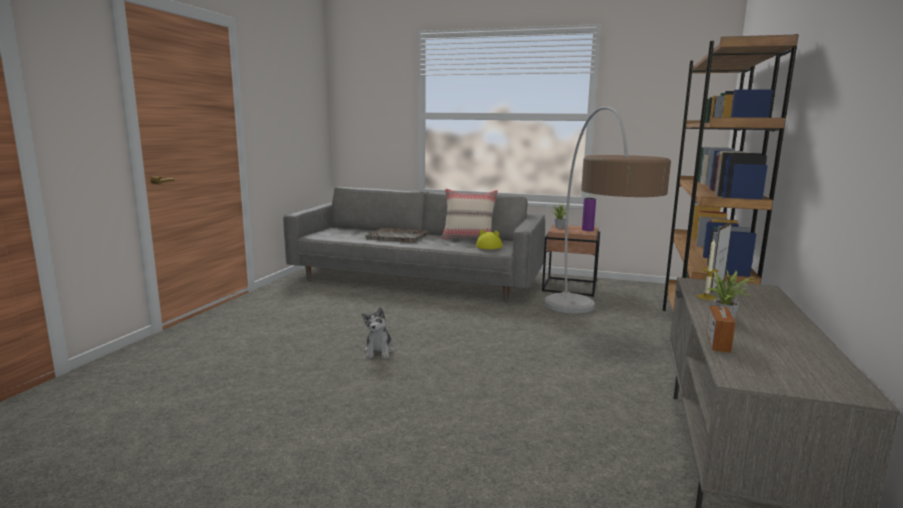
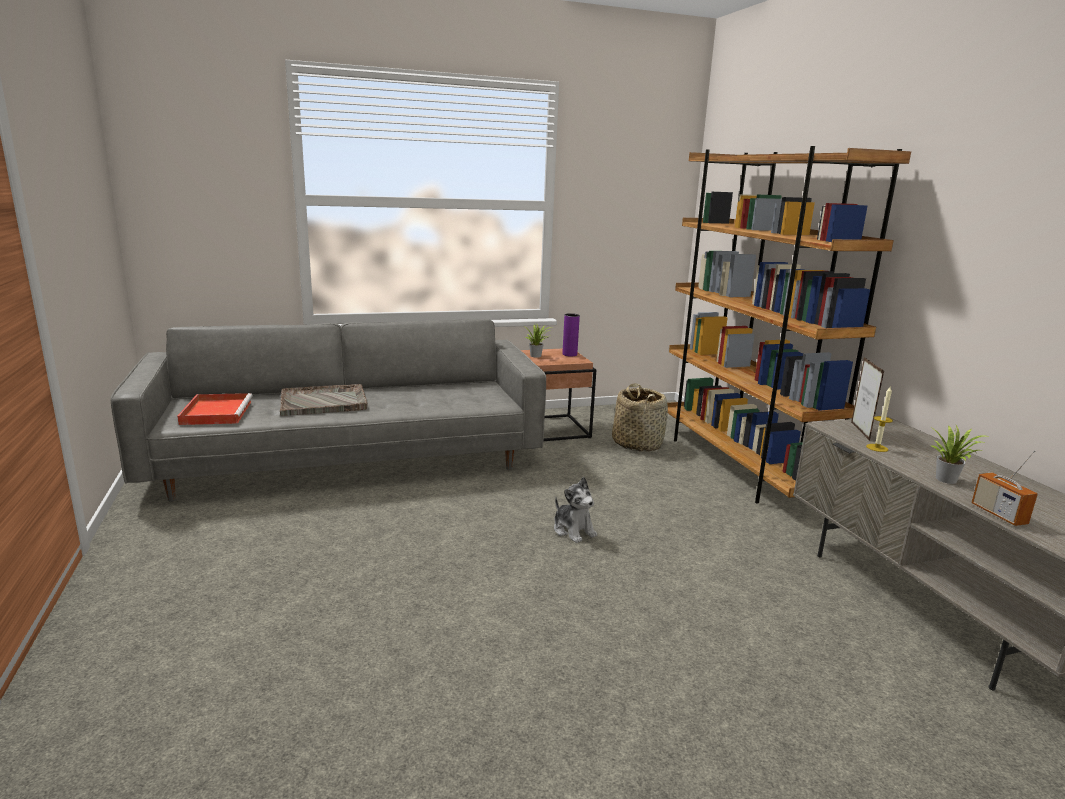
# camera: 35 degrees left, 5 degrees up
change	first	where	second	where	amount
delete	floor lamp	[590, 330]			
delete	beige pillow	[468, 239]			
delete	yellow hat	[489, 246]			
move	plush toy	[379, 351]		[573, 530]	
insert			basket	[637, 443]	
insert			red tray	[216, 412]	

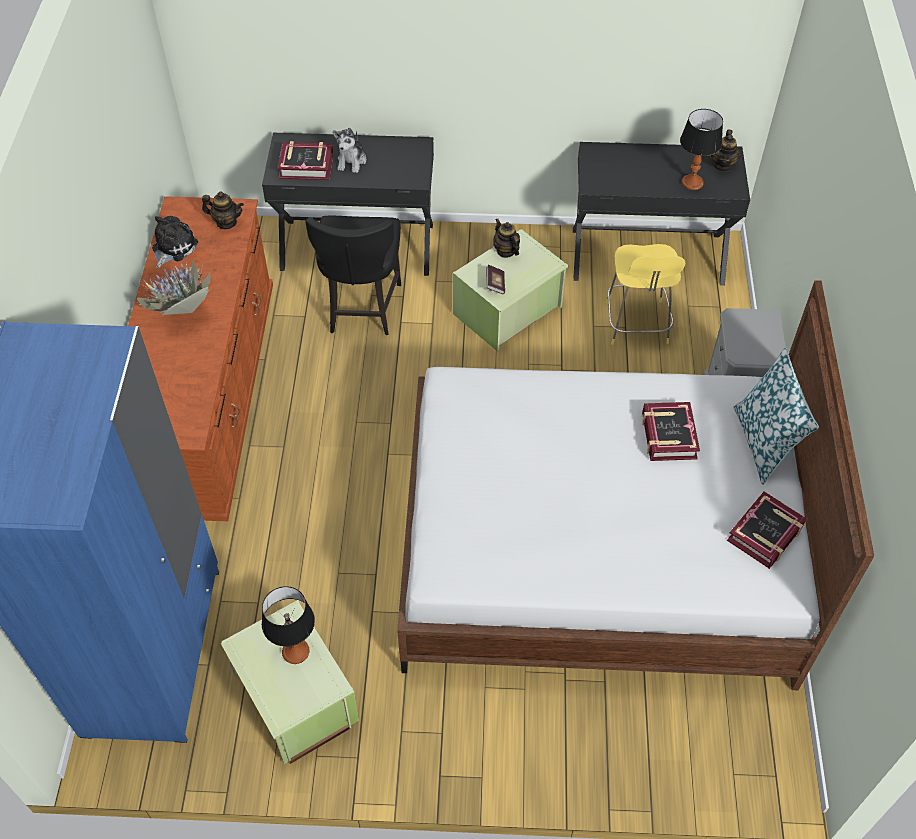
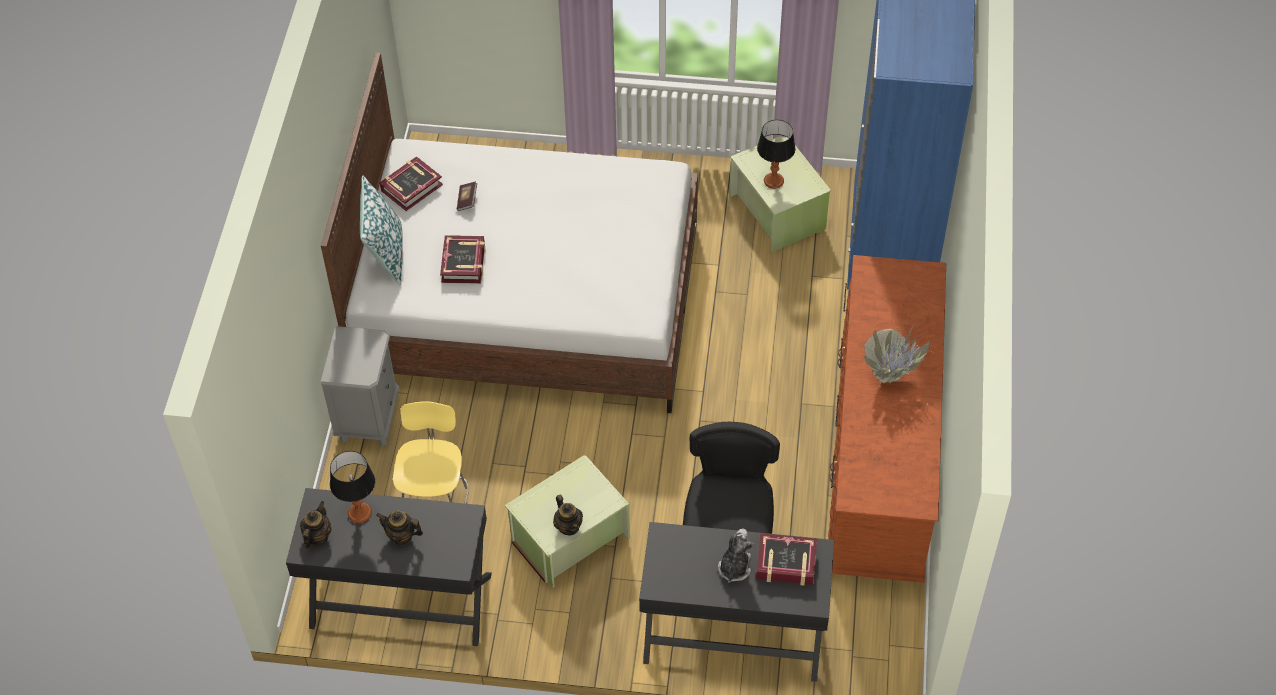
# camera: 175 degrees left, 0 degrees up
change	first	where	second	where	amount
move	teapot	[226, 222]		[401, 536]	
delete	plush toy	[172, 247]			
move	book	[495, 284]		[467, 200]	

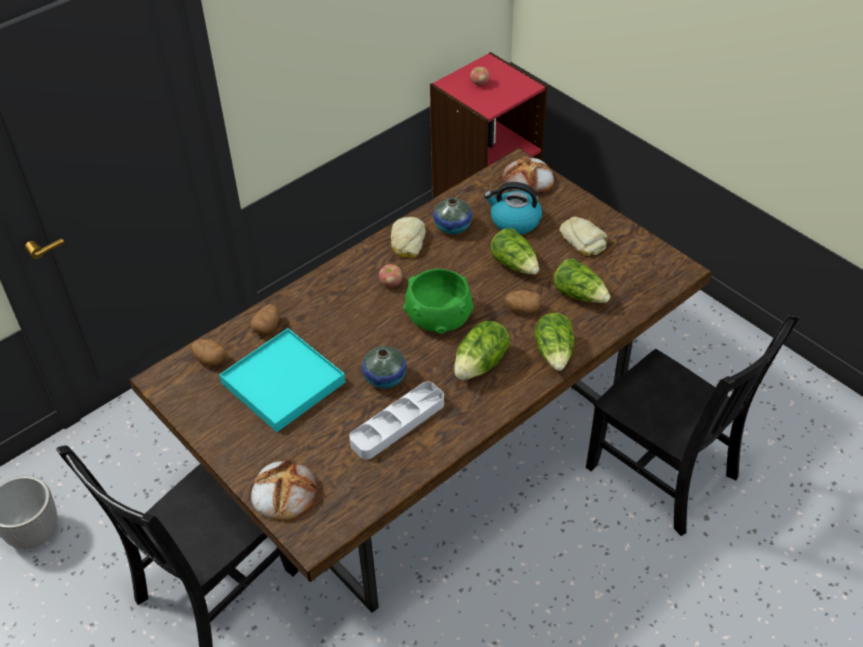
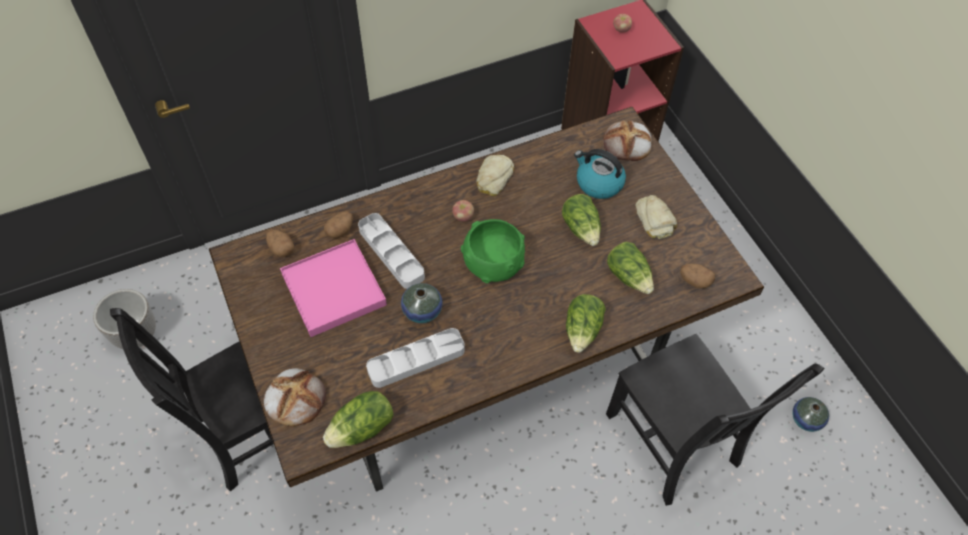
# camera: 15 degrees right, 10 degrees up
change	first	where	second	where	amount
move	vase	[452, 227]		[806, 419]	
move	potato	[522, 309]		[694, 281]	
move	lettuce	[481, 364]		[362, 429]	
recolor	turquoise tray	[282, 383]	pink tray	[333, 290]	
insert			grey tray	[391, 253]	

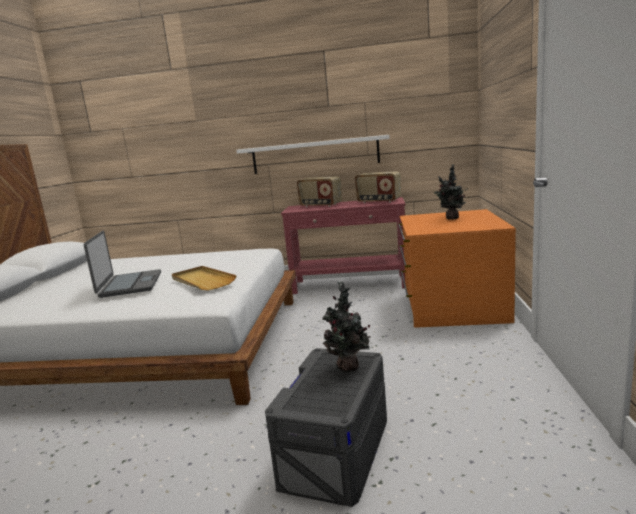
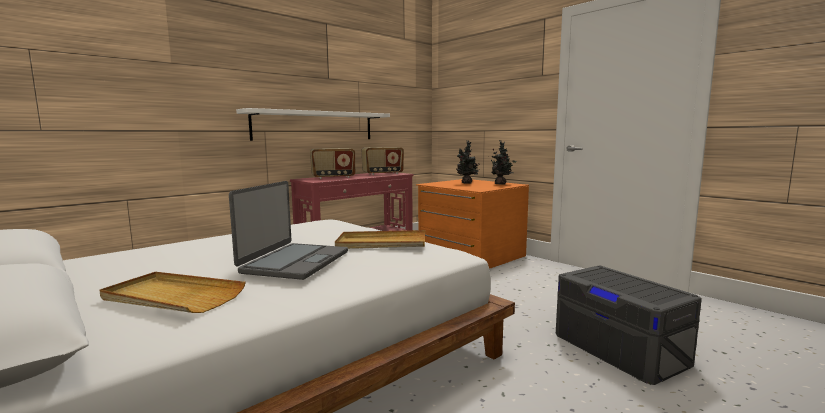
# camera: 50 degrees left, 5 degrees down
change	first	where	second	where	amount
rotate	laptop	[130, 285]		[294, 262]	75 degrees clockwise
move	potted plant	[349, 368]		[501, 184]	
insert			beige tray	[172, 297]	

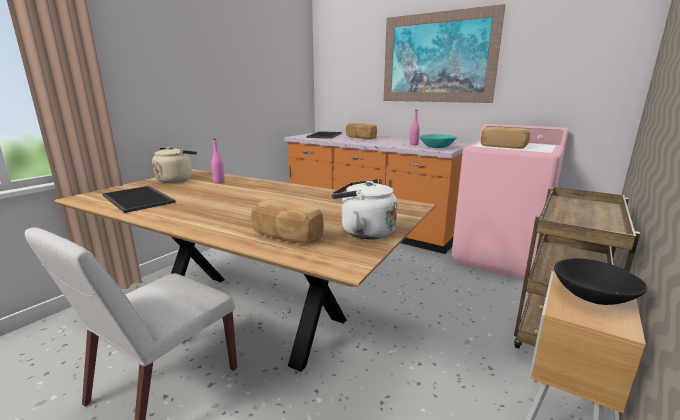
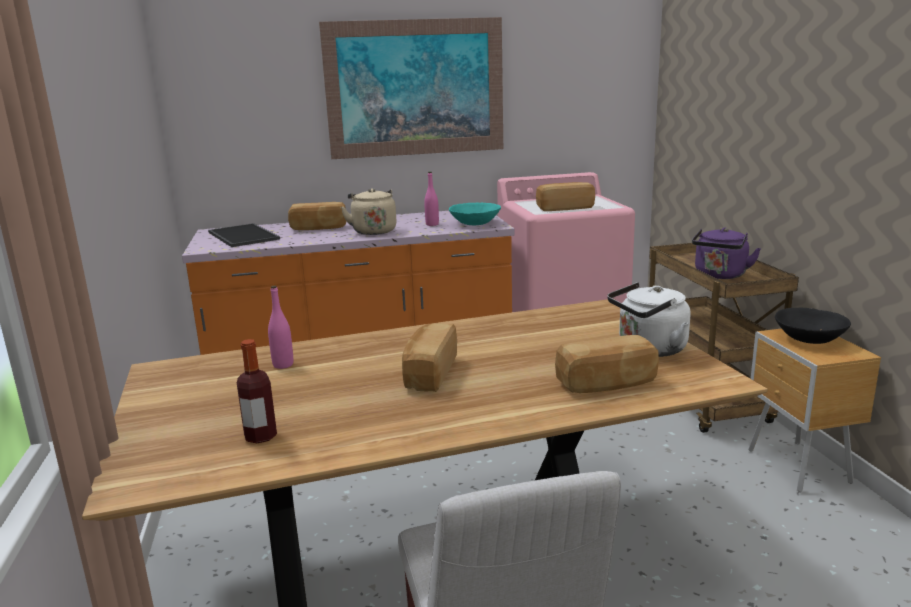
# camera: 45 degrees left, 0 degrees up
change	first	where	second	where	amount
move	beige kettle	[176, 179]		[373, 231]	
replace	tray	[139, 199]	bottle	[260, 436]	
insert			purple kettle	[719, 276]	
insert			bread	[429, 374]	

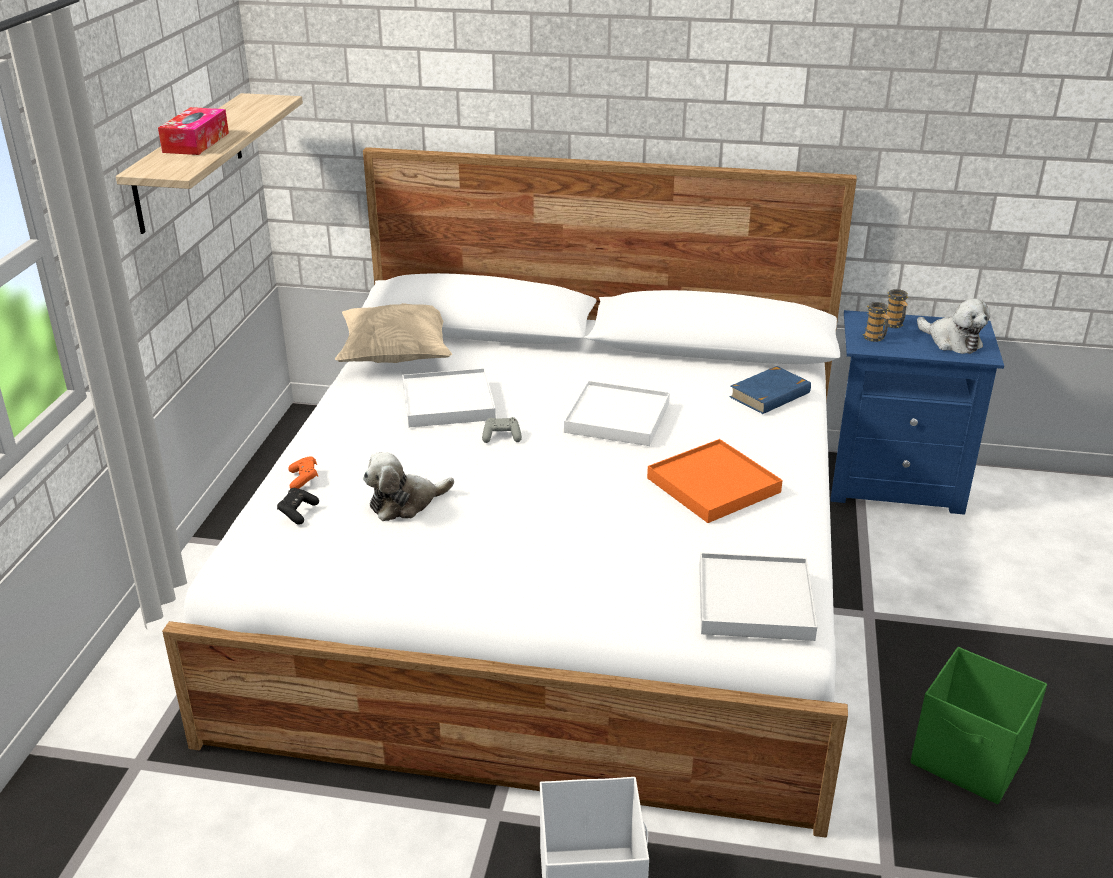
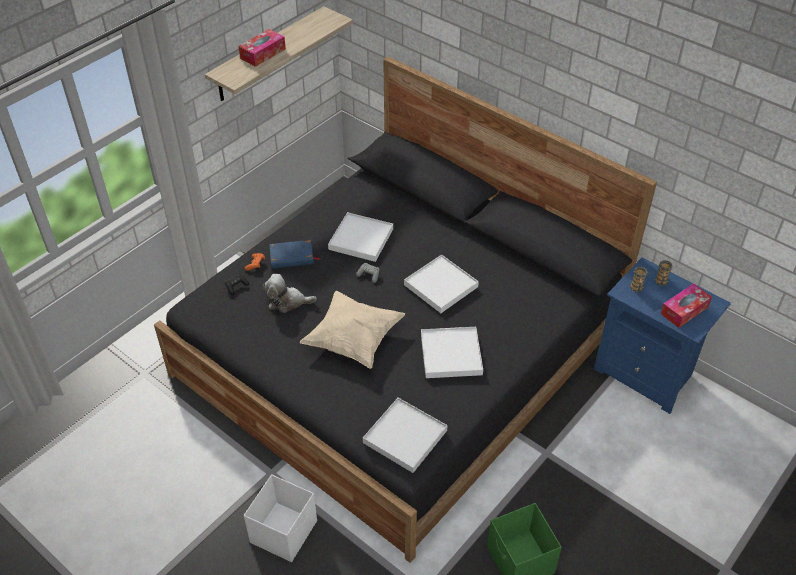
# camera: 30 degrees right, 15 degrees up
change	first	where	second	where	amount
recolor	white bed	[557, 575]	black bed	[399, 352]	
replace	plush toy	[952, 341]	tissue box	[684, 310]	
move	beige pillow	[397, 356]		[353, 340]	
move	blue book	[770, 395]		[292, 257]	
recolor	orange tray	[713, 485]	white tray	[451, 354]	

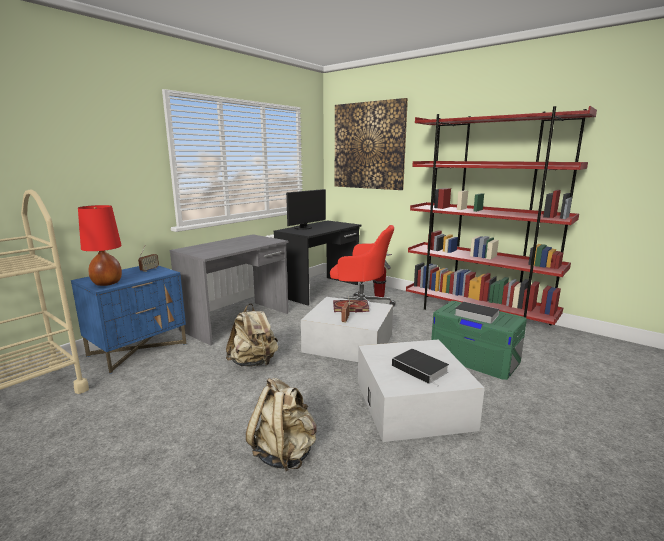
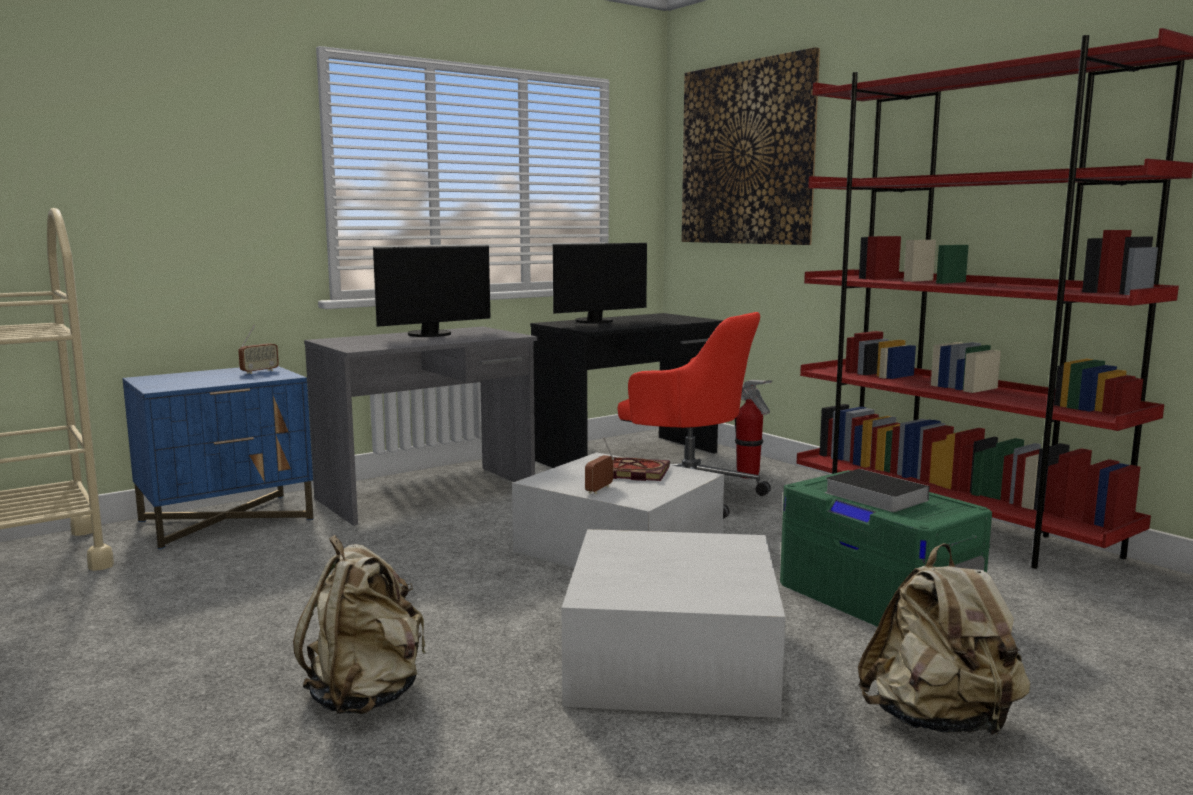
# camera: 15 degrees right, 5 degrees down
change	first	where	second	where	amount
delete	red table lamp	[107, 283]			
move	beige backpack	[253, 363]		[939, 721]	
delete	book	[421, 369]			
insert			monitor	[432, 334]	

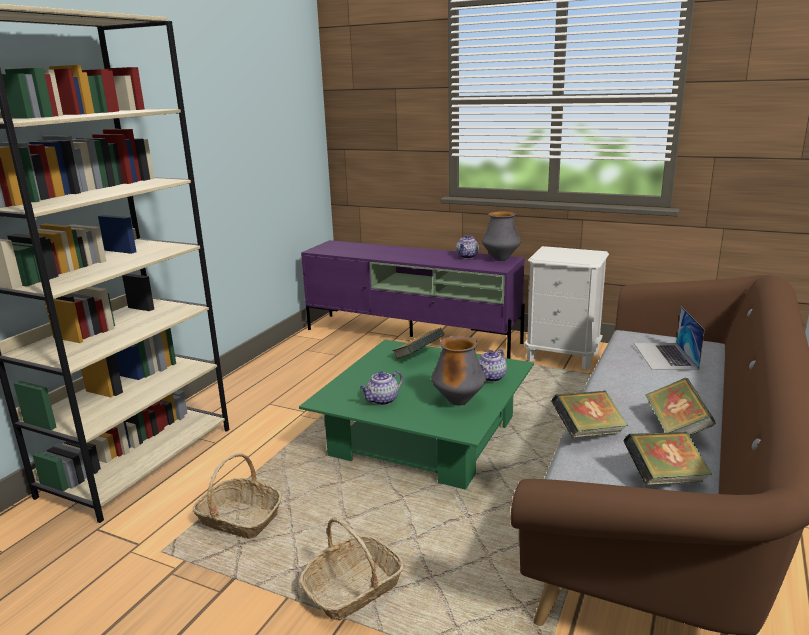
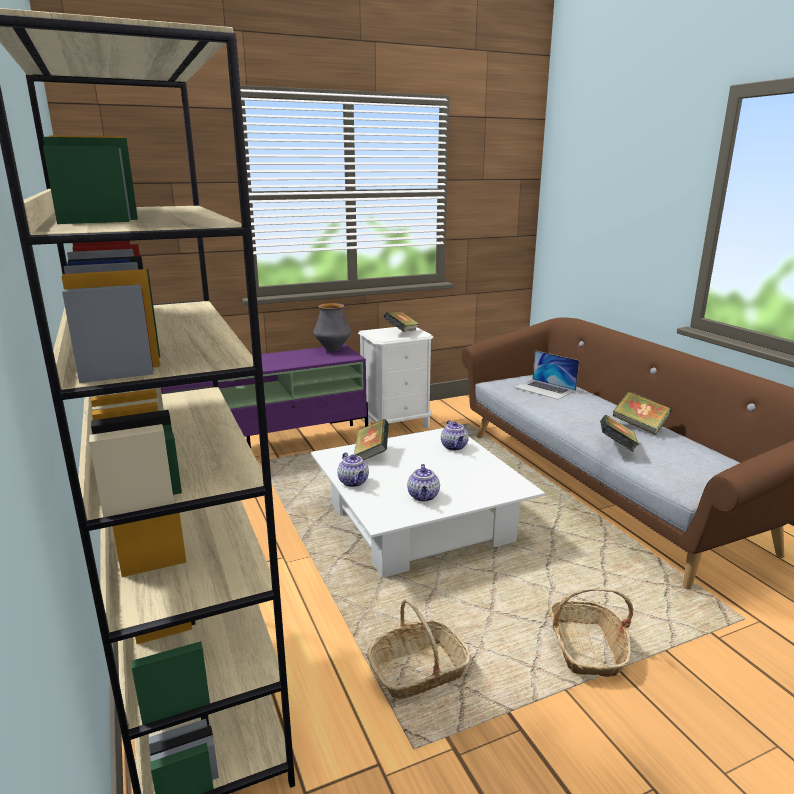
# camera: 50 degrees left, 0 degrees up
change	first	where	second	where	amount
move	teapot	[467, 256]		[354, 482]	
delete	vase	[458, 401]			
recolor	green coffee table	[424, 437]	white coffee table	[420, 523]	
move	book	[664, 478]		[401, 332]	

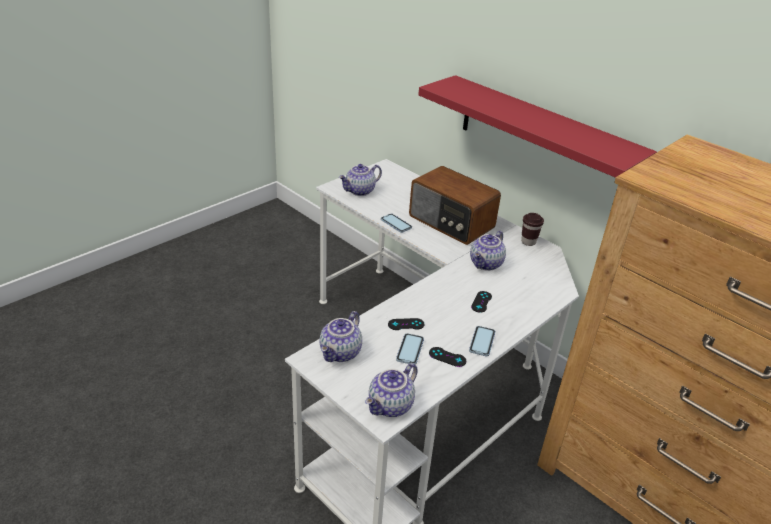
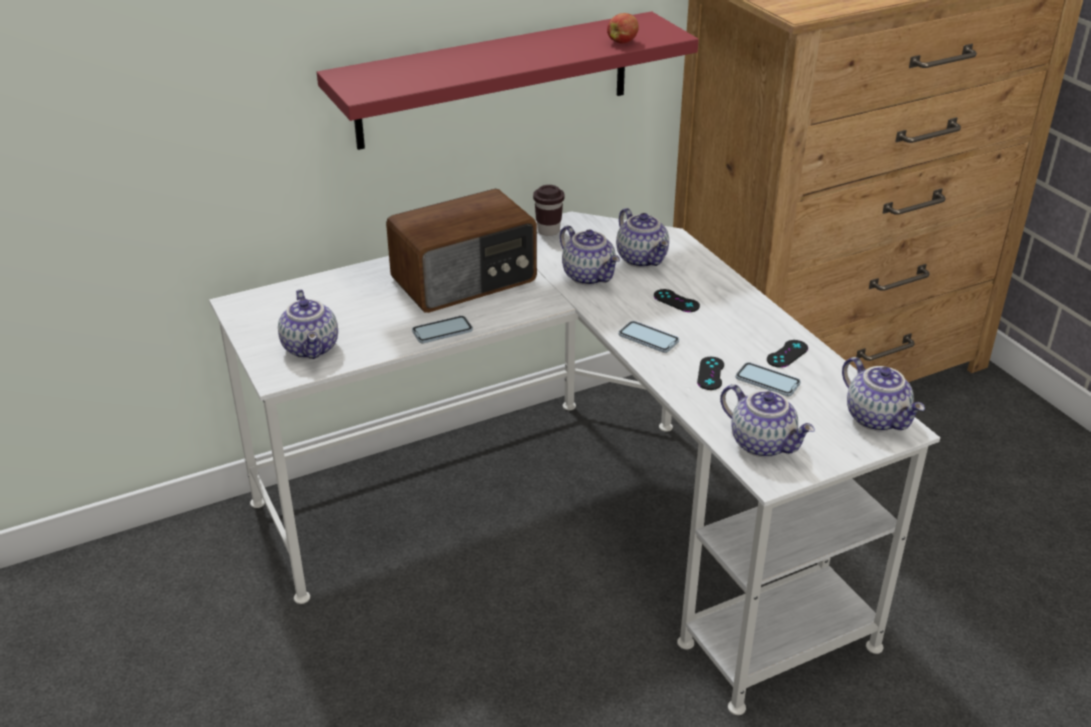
# camera: 70 degrees left, 0 degrees up
change	first	where	second	where	amount
move	phone	[482, 342]		[648, 338]	
insert			apple	[623, 42]	
insert			teapot	[643, 259]	

